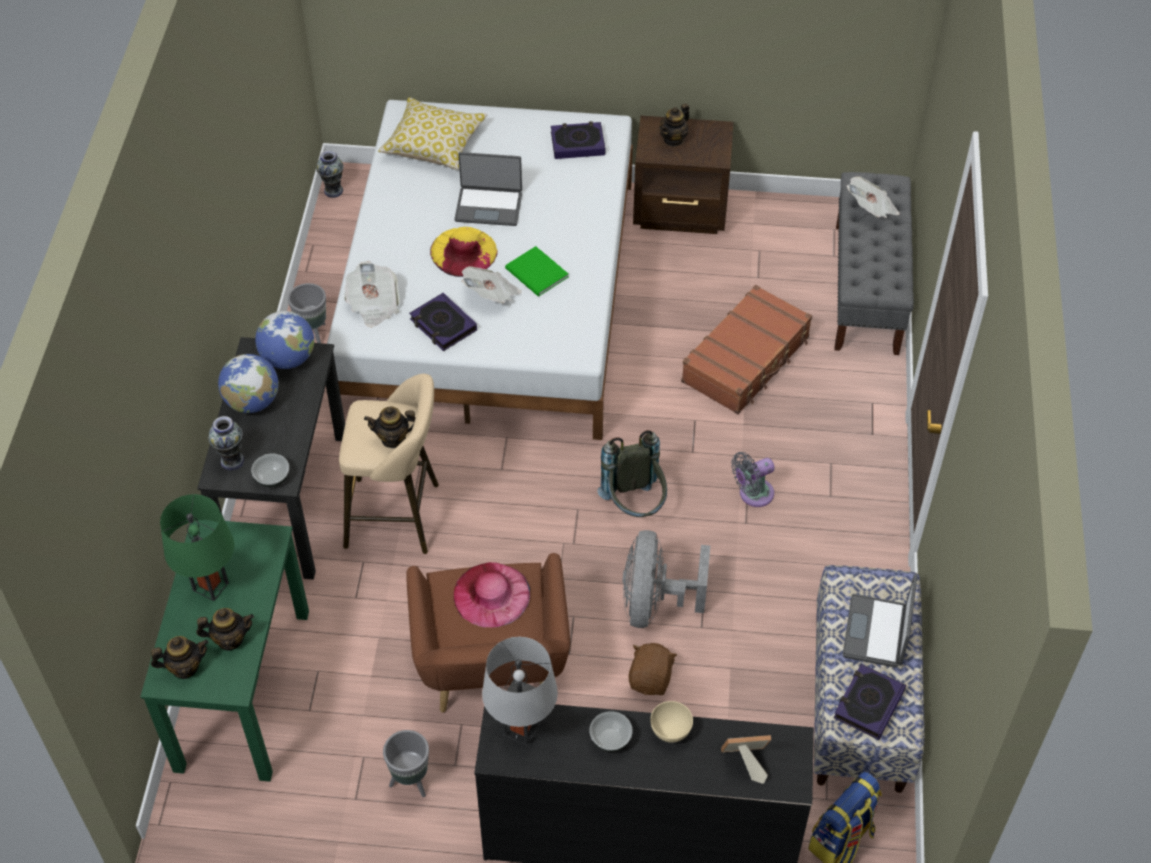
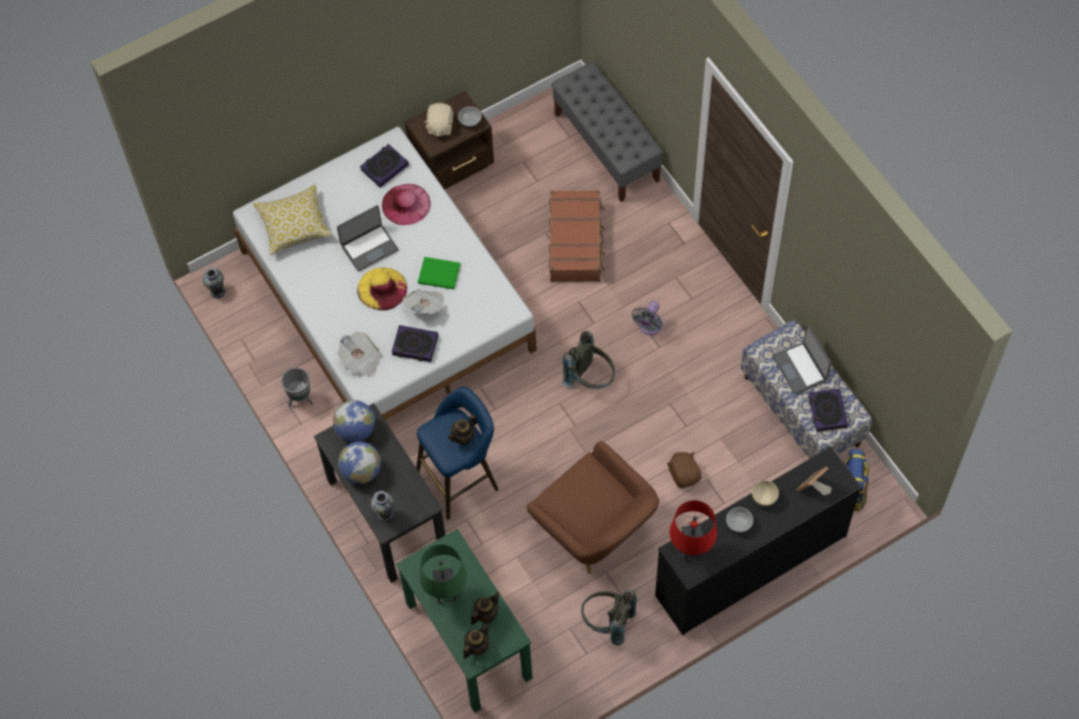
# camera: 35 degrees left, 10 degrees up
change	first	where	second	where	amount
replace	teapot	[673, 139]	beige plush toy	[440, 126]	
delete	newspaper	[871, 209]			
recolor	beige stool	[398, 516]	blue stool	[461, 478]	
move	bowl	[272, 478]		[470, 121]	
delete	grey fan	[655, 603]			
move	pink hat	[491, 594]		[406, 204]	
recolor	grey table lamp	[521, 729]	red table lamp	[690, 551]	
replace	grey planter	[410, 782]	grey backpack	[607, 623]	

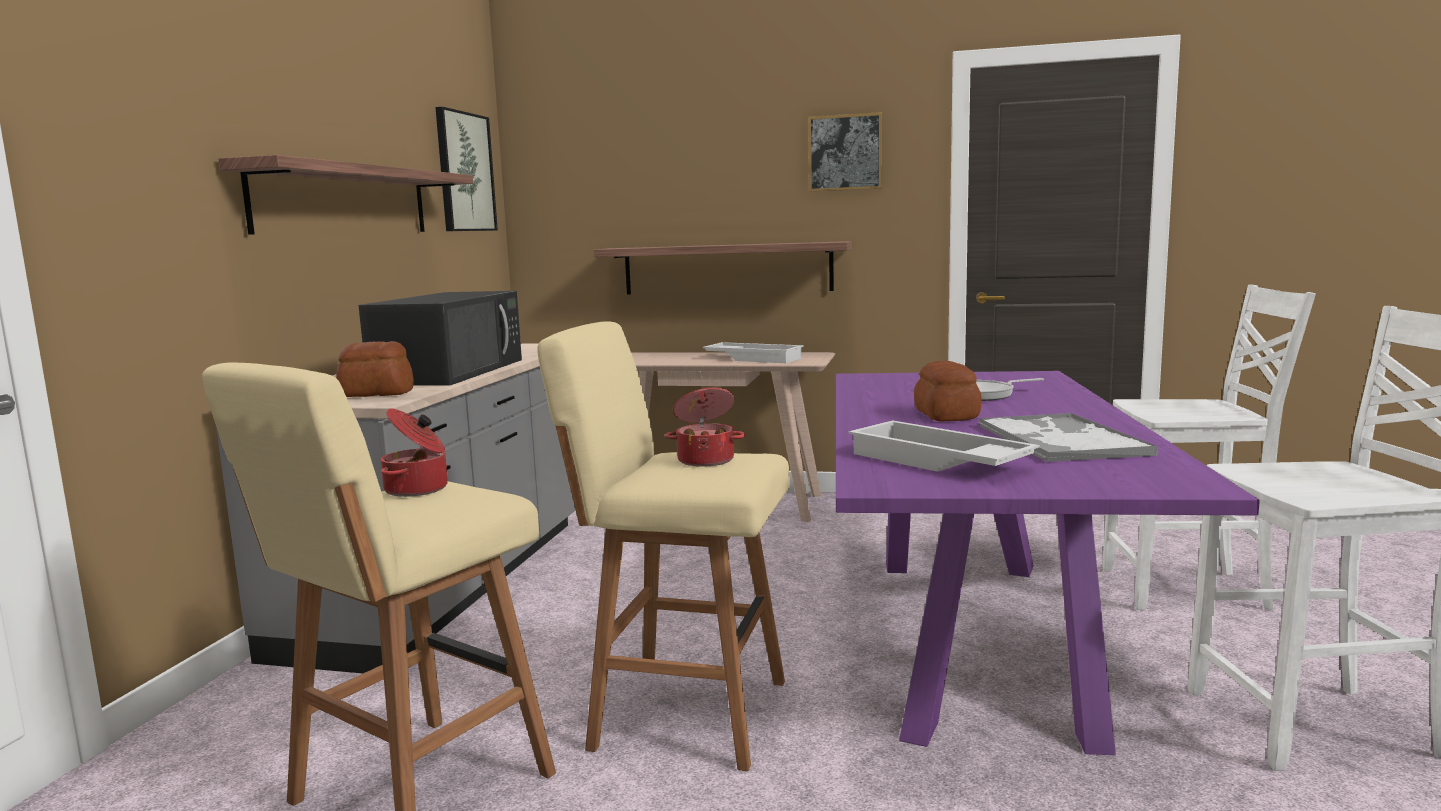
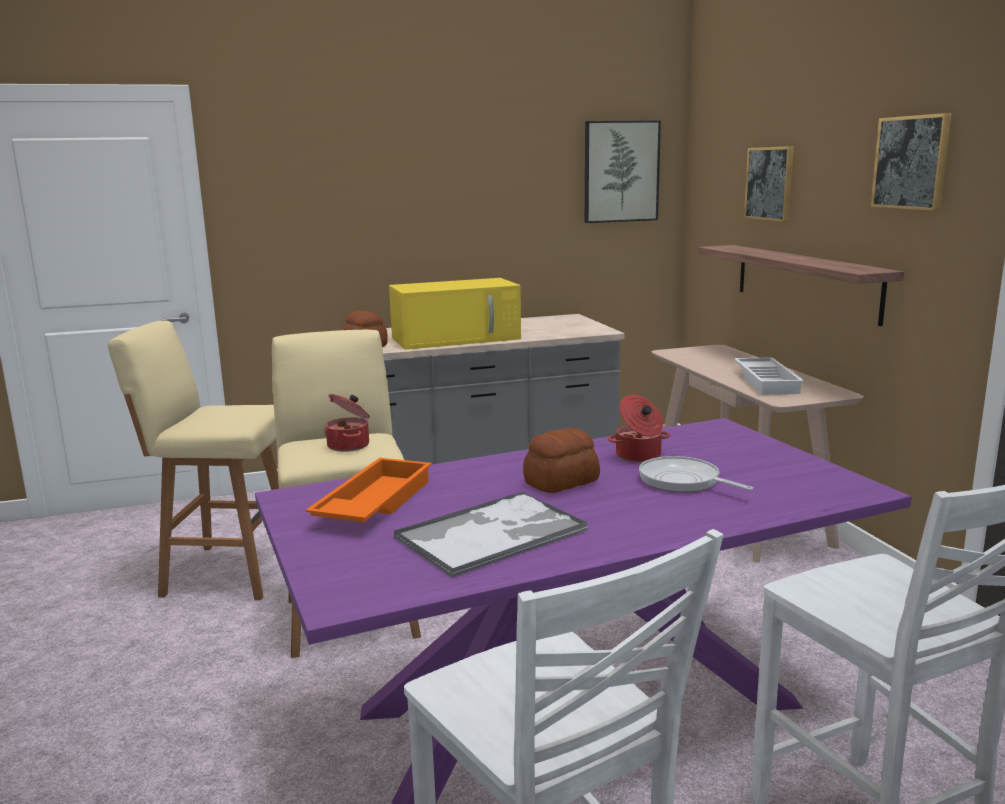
# camera: 60 degrees right, 5 degrees up
change	first	where	second	where	amount
delete	shelf	[344, 201]			
recolor	black microwave	[451, 371]	yellow microwave	[457, 338]	
move	cooking pot	[418, 489]		[638, 456]	
recolor	white tray	[936, 461]	orange tray	[372, 503]	
insert			picture	[769, 183]	

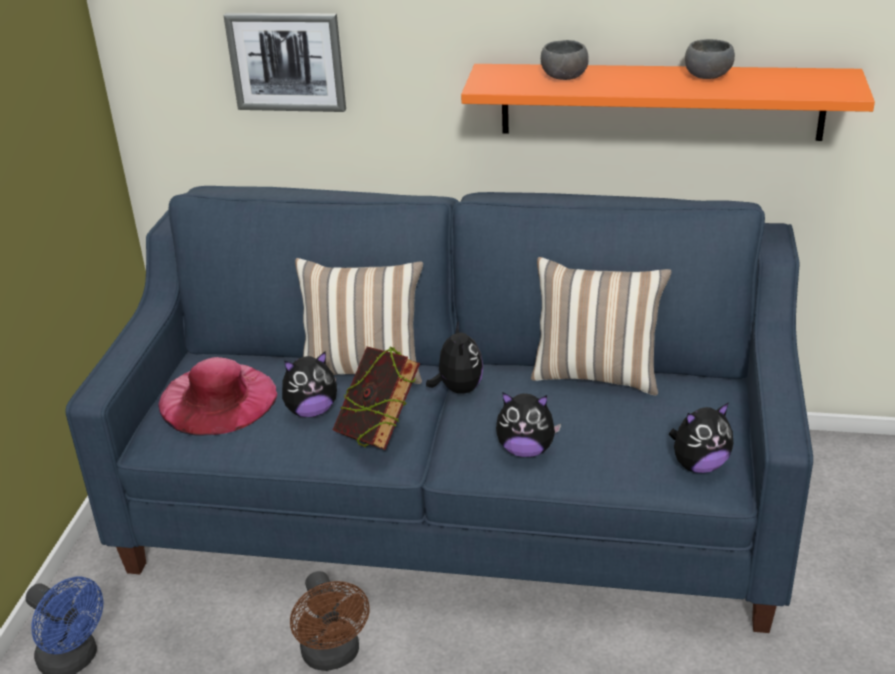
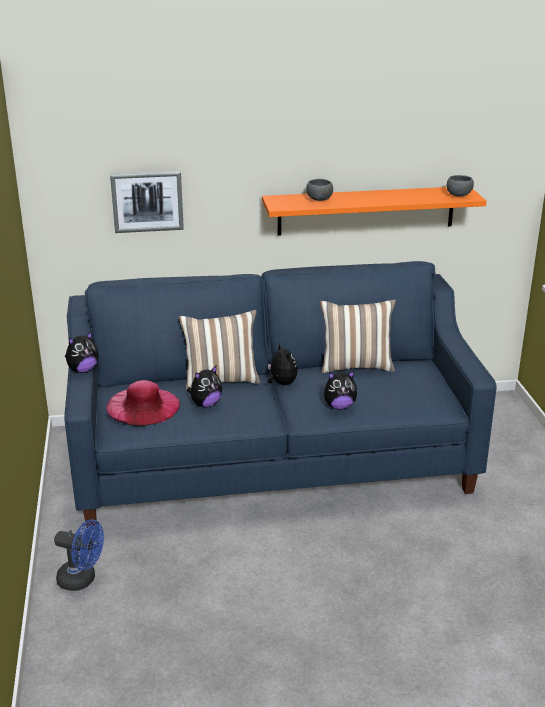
# camera: 20 degrees left, 5 degrees down
change	first	where	second	where	amount
move	grey bowl	[709, 76]		[459, 195]	
delete	book	[379, 433]			
move	plush toy	[699, 465]		[83, 370]	
delete	brown fan	[333, 656]			

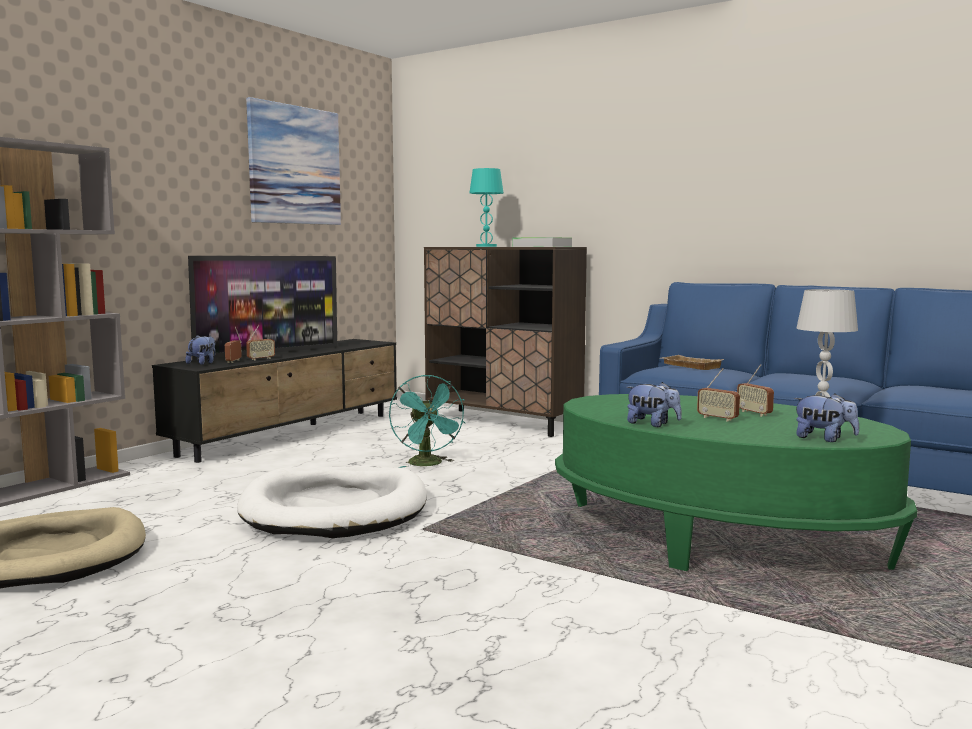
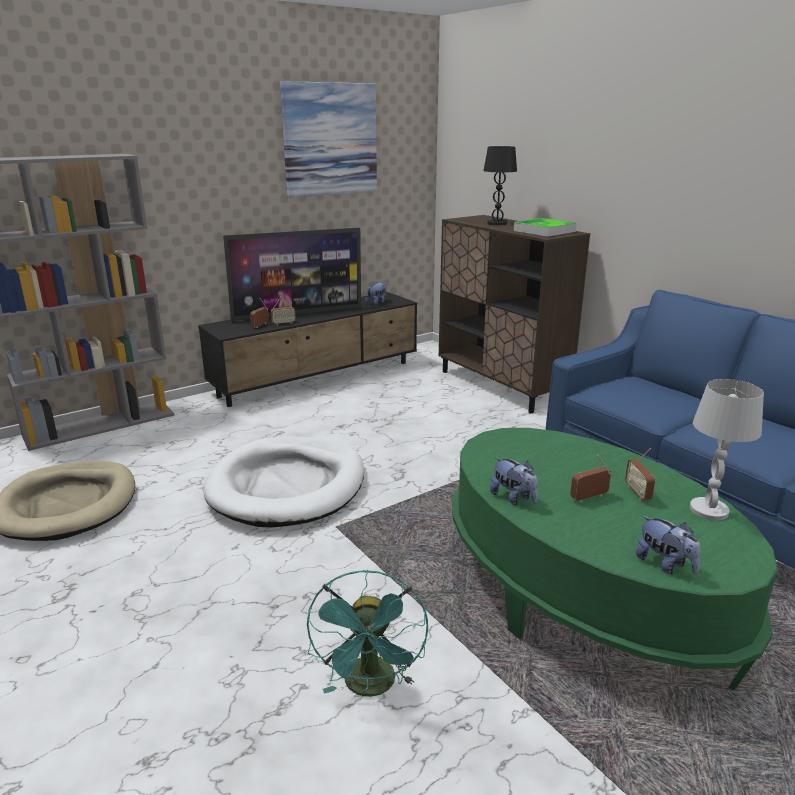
# camera: 20 degrees right, 15 degrees up
change	first	where	second	where	amount
recolor	turquoise table lamp	[486, 246]	black table lamp	[497, 223]	
move	plush toy	[202, 363]		[377, 303]	
delete	beige tray	[689, 366]			
rotate	radio	[717, 418]		[589, 497]	90 degrees clockwise
move	turquoise fan	[428, 464]		[371, 687]	

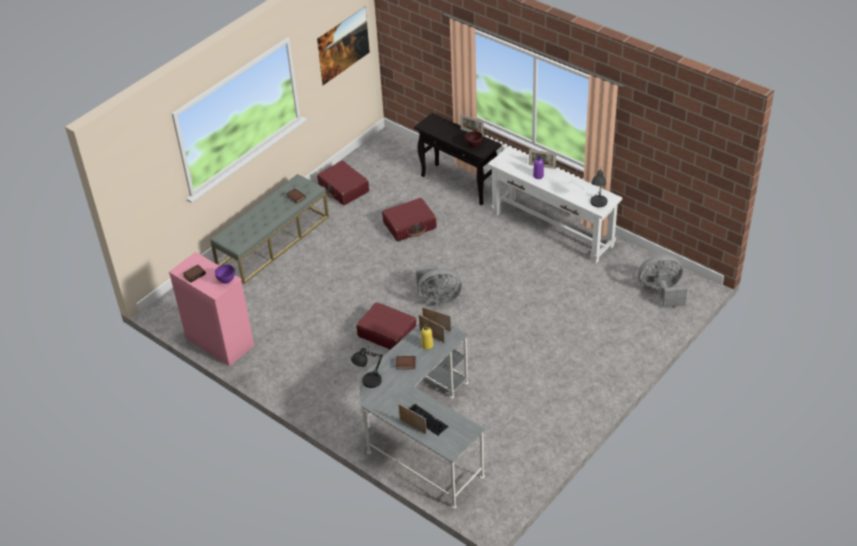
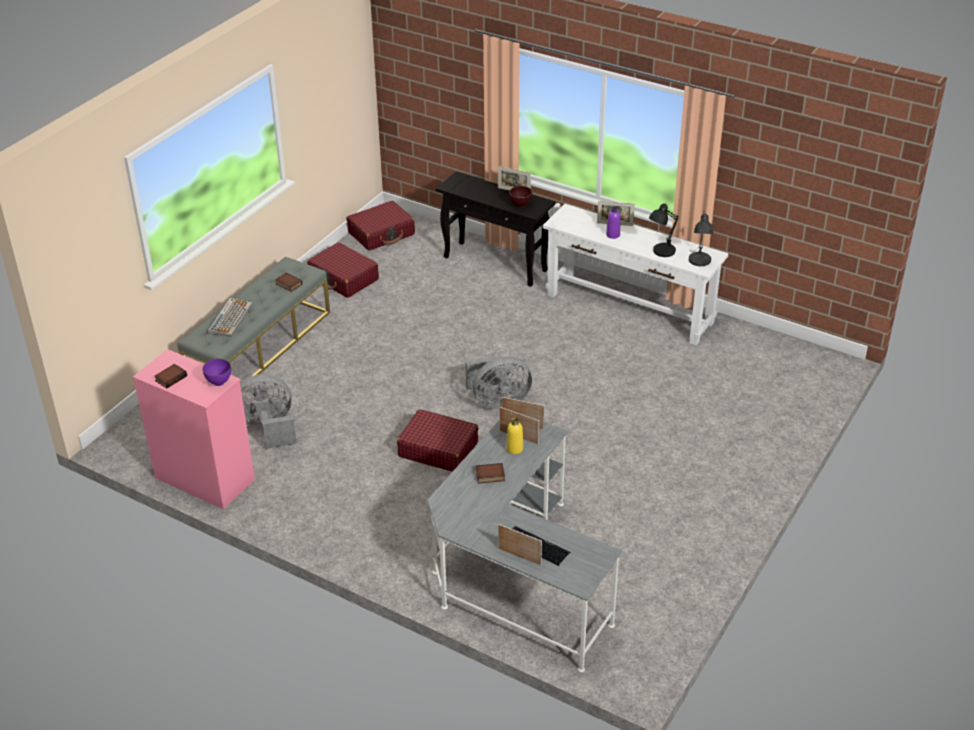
# camera: 10 degrees left, 5 degrees down
change	first	where	second	where	amount
delete	picture	[345, 57]			
move	red suitcase	[410, 225]		[381, 233]	
move	grey fan	[661, 292]		[267, 429]	
move	black table lamp	[369, 381]		[661, 252]	
insert			keyboard	[230, 318]	

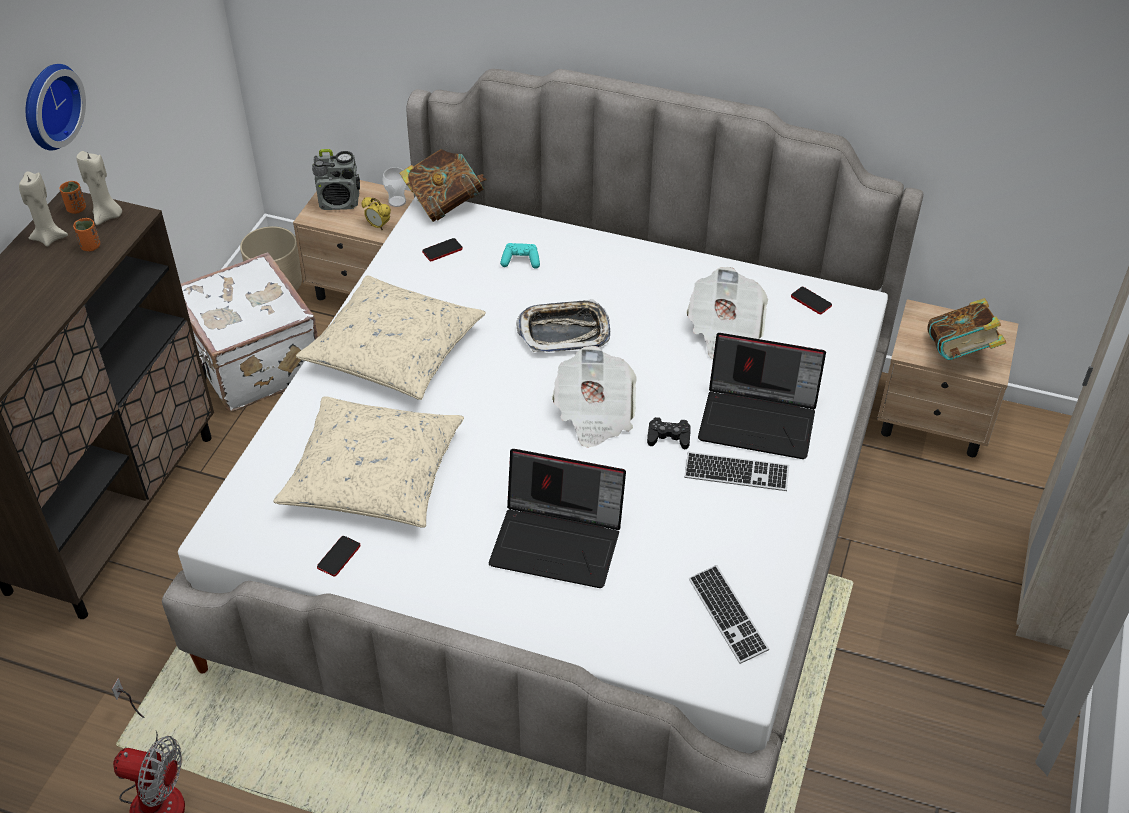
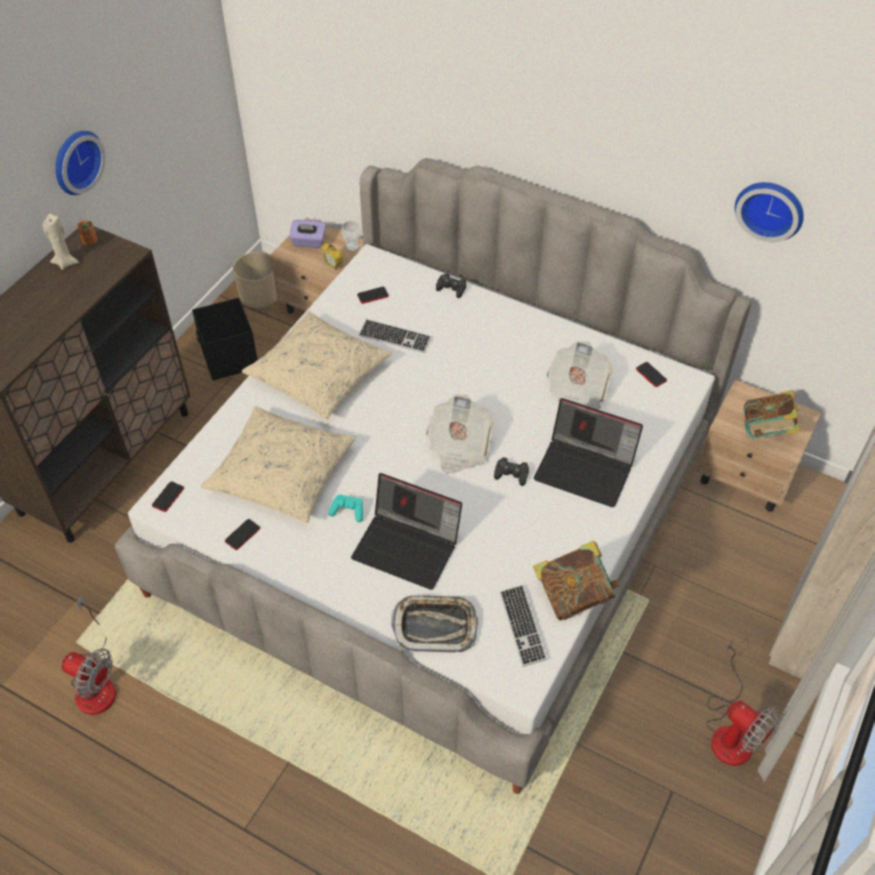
# camera: 10 degrees right, 5 degrees up
change	first	where	second	where	amount
replace	radio	[339, 202]	purple tissue box	[308, 242]	
move	book	[445, 203]		[573, 594]	
delete	beige candle	[107, 216]			
delete	orange cup	[90, 246]			
move	turquoise game controller	[521, 261]		[348, 511]	
replace	white suitcase	[252, 363]	black storage box	[229, 358]	
move	tray	[564, 331]		[435, 626]	
move	keyboard	[736, 473]		[395, 337]	
insert			wall clock	[770, 208]	
insert			black game controller	[451, 288]	
insert			phone	[168, 497]	
insert			fan	[730, 731]	

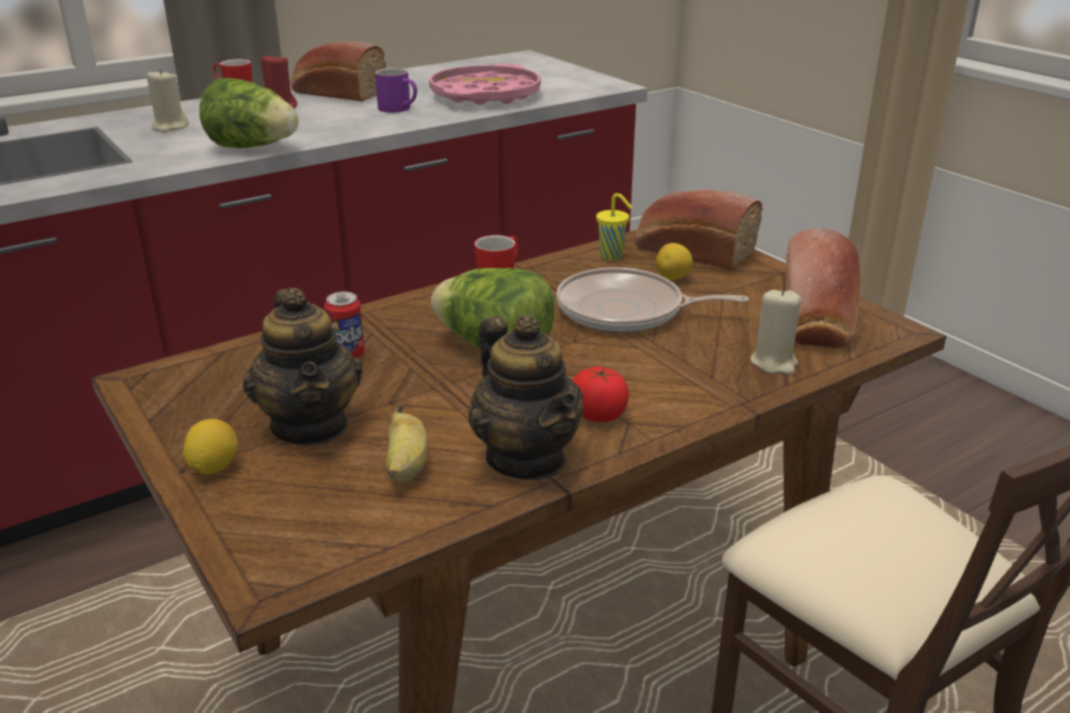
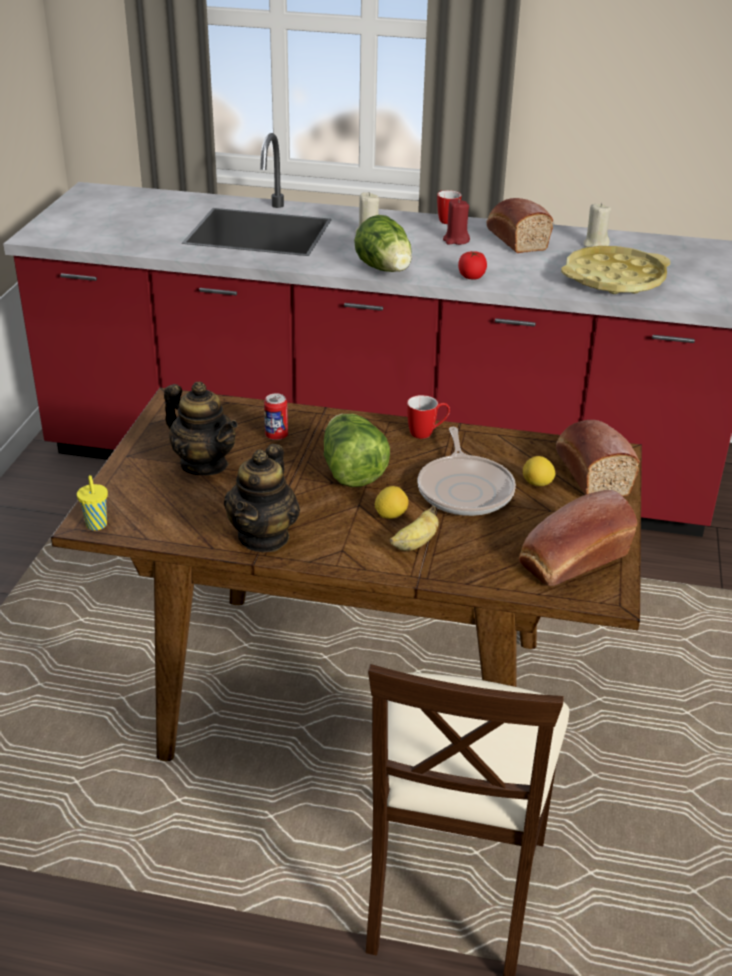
# camera: 45 degrees right, 5 degrees up
change	first	where	second	where	amount
recolor	pink tray	[485, 95]	yellow tray	[614, 279]	
delete	purple mug	[400, 109]			
move	yellow cup	[612, 256]		[96, 525]	
rotate	frying pan	[626, 311]		[465, 489]	150 degrees counterclockwise
rotate	teapot	[311, 425]		[204, 464]	75 degrees counterclockwise
move	beige candle	[774, 363]		[595, 245]	
move	tomato	[598, 414]		[471, 276]	
move	banana	[406, 467]		[415, 544]	
move	lemon	[214, 467]		[390, 515]	

